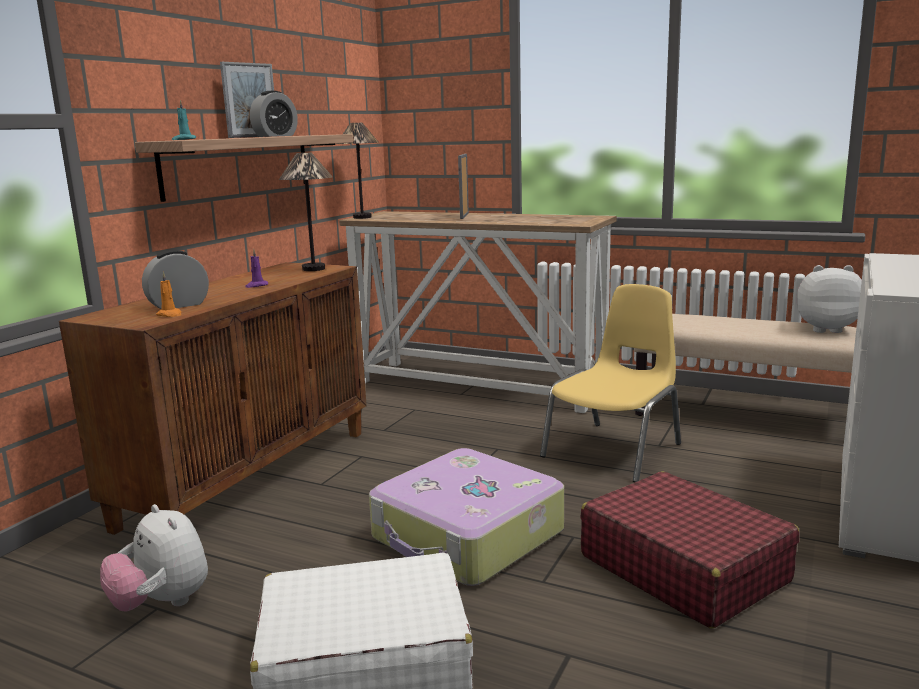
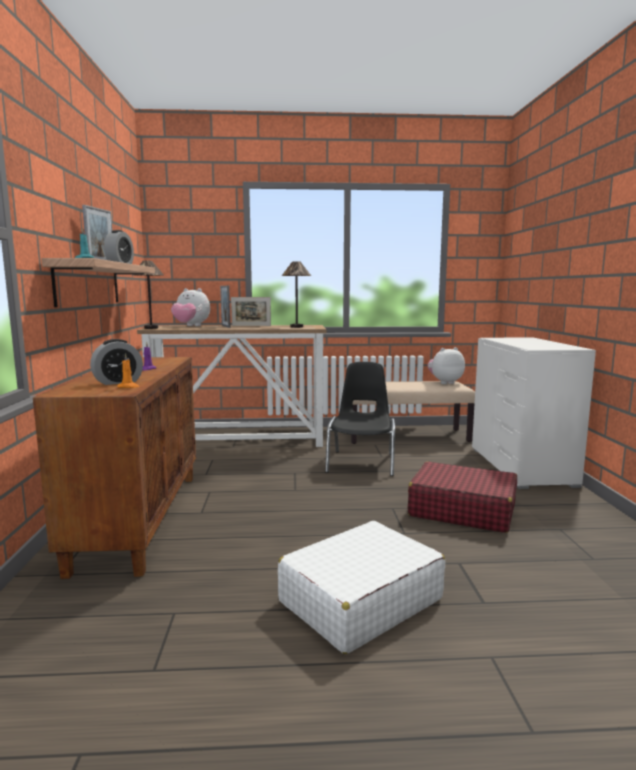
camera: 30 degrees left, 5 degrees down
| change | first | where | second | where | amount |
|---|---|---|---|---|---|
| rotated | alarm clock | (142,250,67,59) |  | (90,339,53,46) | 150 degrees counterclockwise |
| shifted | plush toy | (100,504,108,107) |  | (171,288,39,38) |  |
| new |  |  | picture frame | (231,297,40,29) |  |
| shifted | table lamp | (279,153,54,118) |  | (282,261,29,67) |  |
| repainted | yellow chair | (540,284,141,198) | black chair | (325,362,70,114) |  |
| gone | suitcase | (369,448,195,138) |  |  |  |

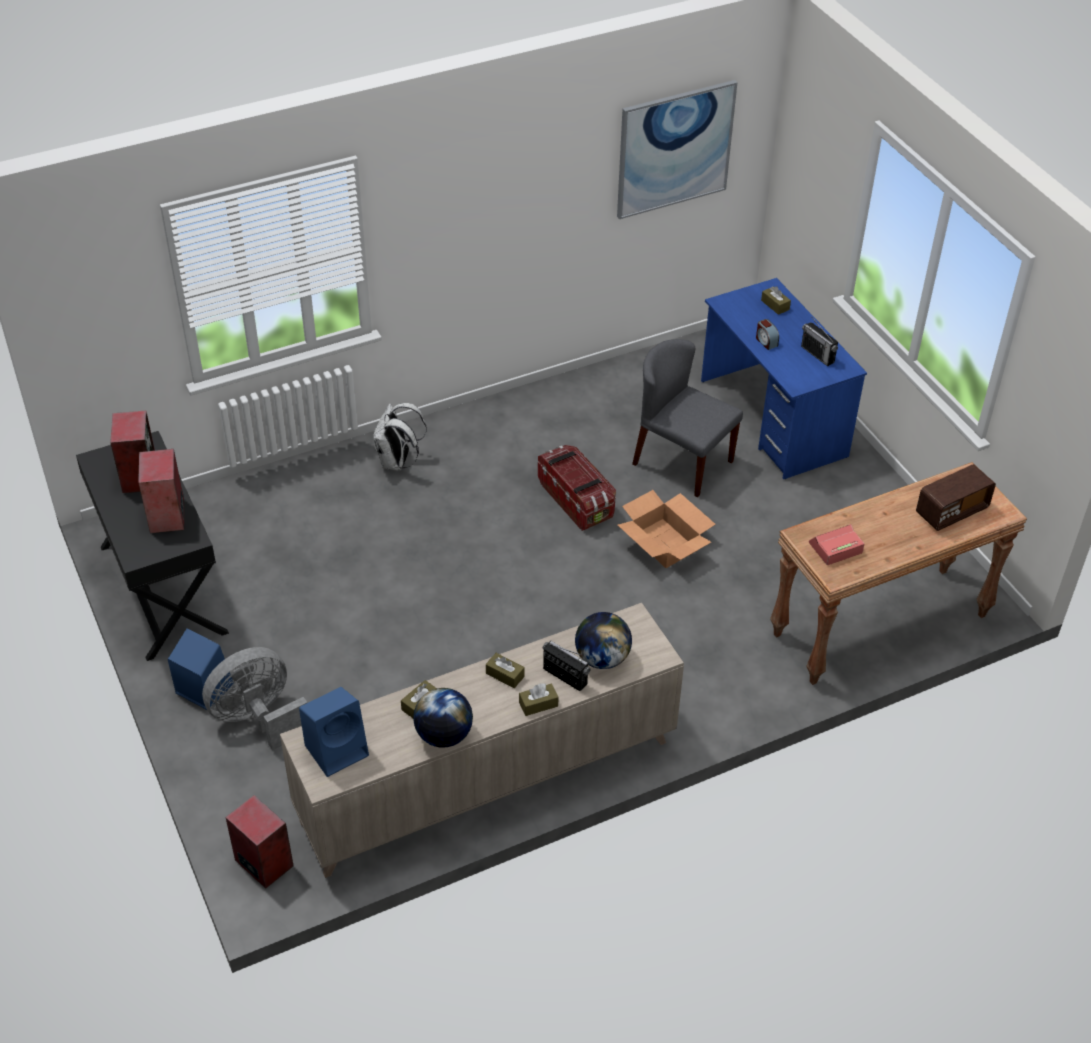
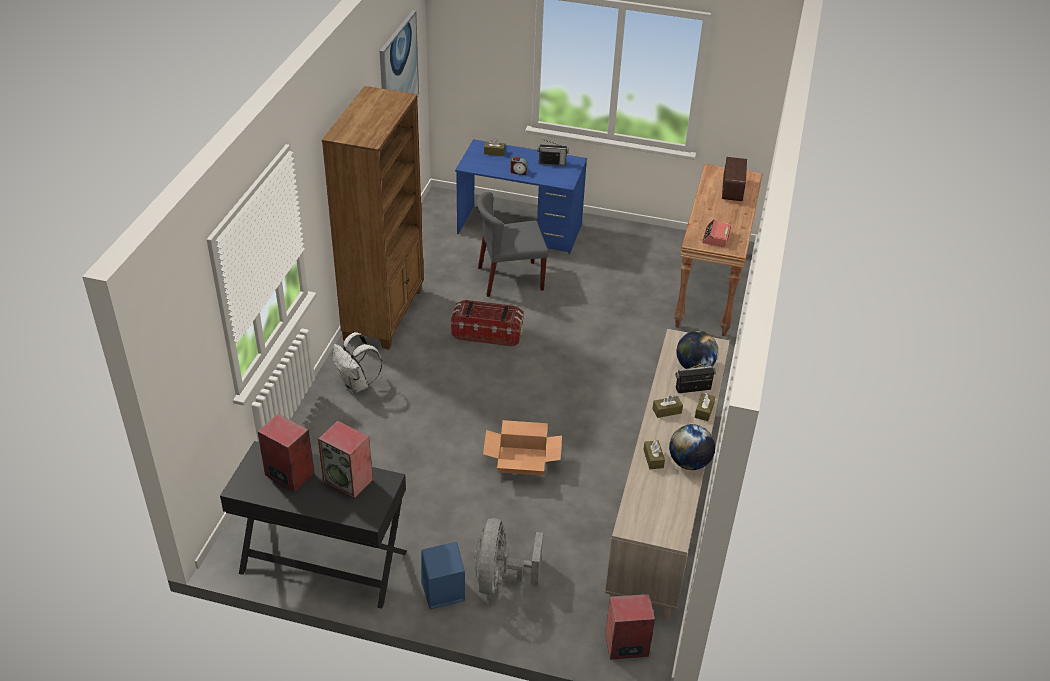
camera: 50 degrees left, 5 degrees down
| change | first | where | second | where | amount |
|---|---|---|---|---|---|
| new |  |  | brown bookcase | (322,86,102,263) |  |
| shifted | cardboard box | (618,490,98,78) |  | (483,420,79,56) |  |
| gone | blue speaker | (299,687,70,90) |  |  |  |

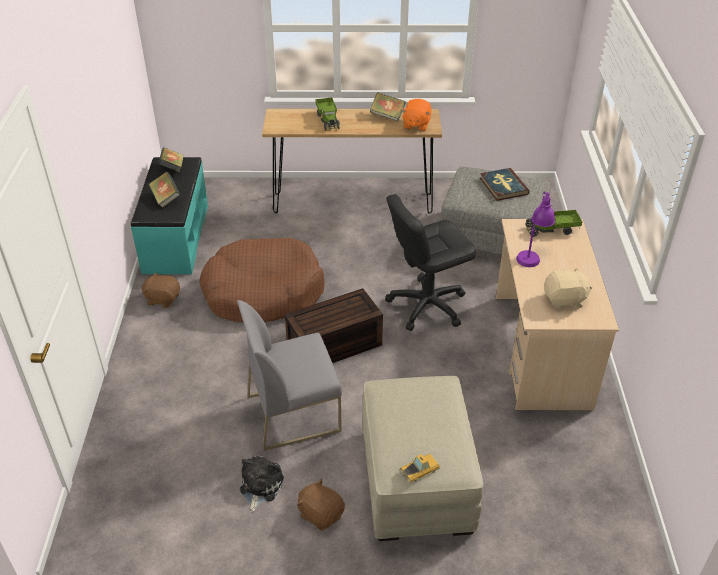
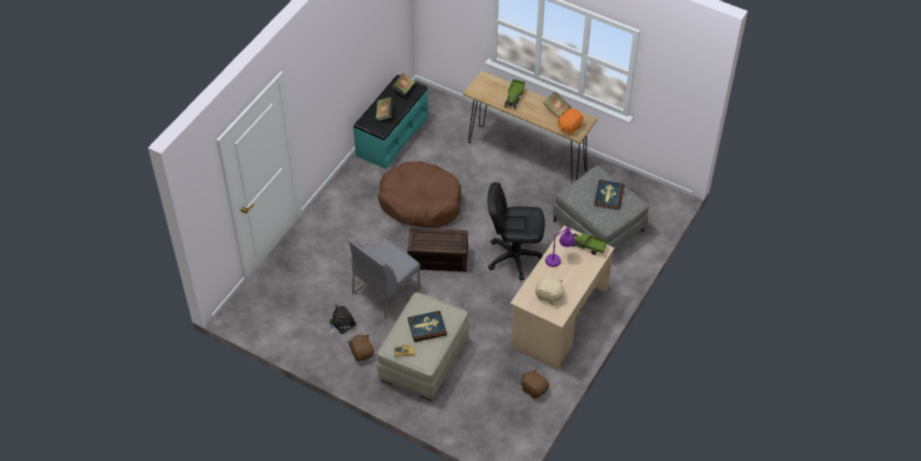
camera: 30 degrees right, 10 degrees up
| change | first | where | second | where | amount |
|---|---|---|---|---|---|
| rotated | grey chair | (237,300,105,151) |  | (348,238,72,81) | 60 degrees counterclockwise |
| new |  |  | book | (408,311,39,31) |  |
| shifted | brown plush toy | (141,272,39,36) |  | (521,368,28,31) |  |

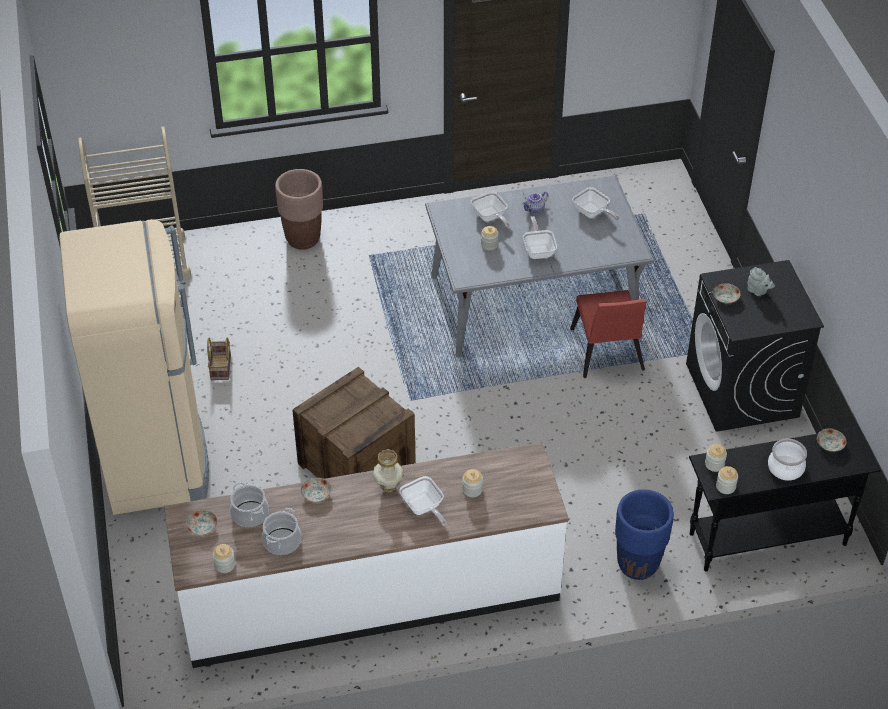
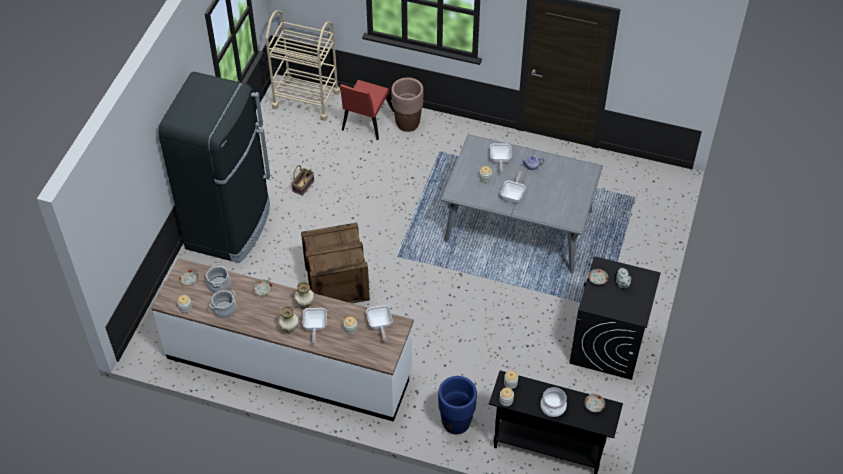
camera: 30 degrees right, 5 degrees up
| change | first | where | second | where | amount |
|---|---|---|---|---|---|
| repainted | beige fridge | (59,219,150,296) | black fridge | (158,72,112,191) |  |
| new |  |  | vase | (278,306,21,28) |  |
| shifted | red chair | (570,290,76,88) |  | (340,80,54,60) |  |
| shifted | frying pan | (572,187,47,33) |  | (366,305,27,36) |  |

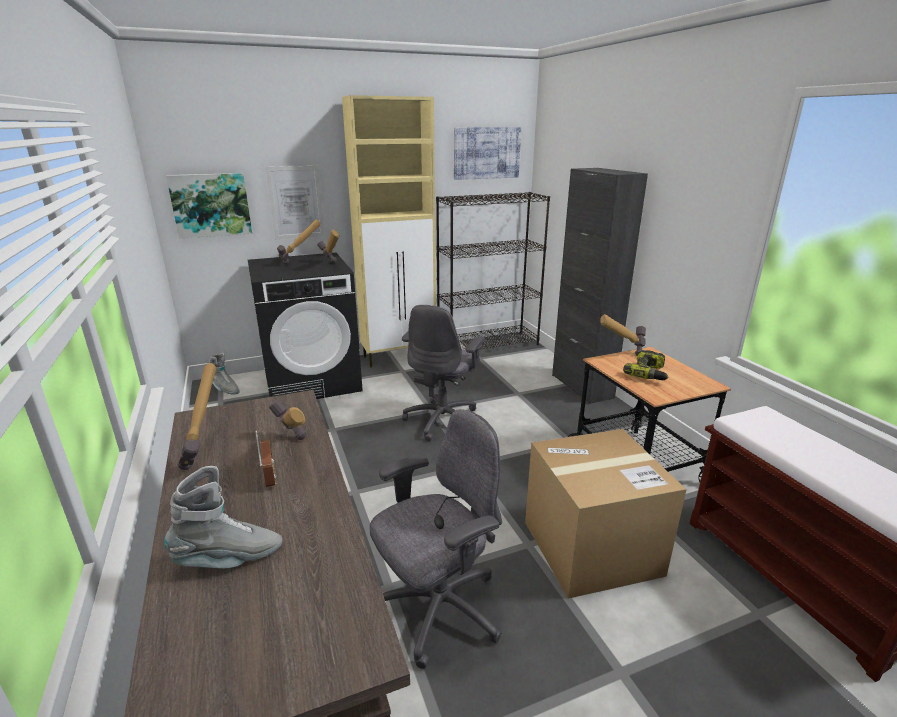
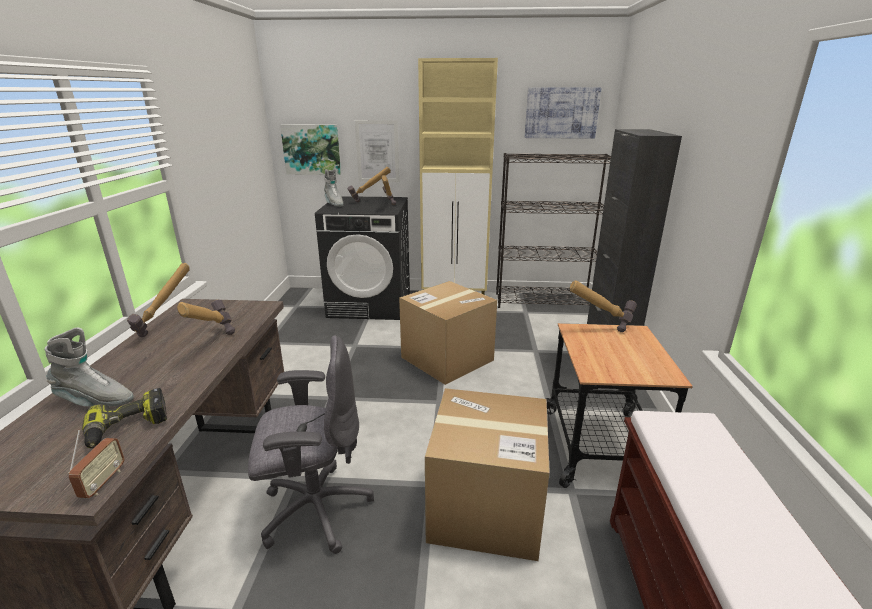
camera: 25 degrees right, 0 degrees up
| change | first | where | second | where | amount |
|---|---|---|---|---|---|
| shifted | radio | (255,430,21,57) |  | (68,430,56,68) |  |
| shifted | power drill | (623,350,46,30) |  | (82,388,85,60) |  |
| shifted | grey boot | (209,353,31,41) |  | (324,168,20,39) |  |
| swapped | grey office chair | (402,305,83,136) | cardboard box | (399,281,98,104) |  |

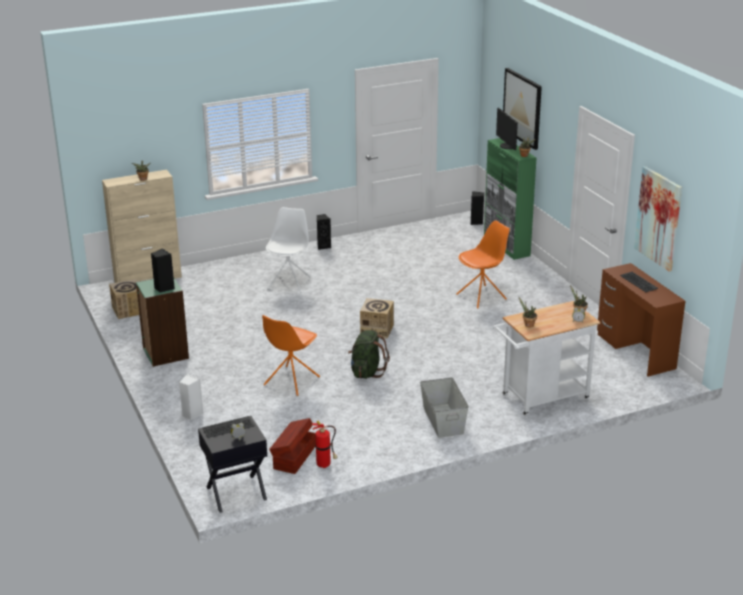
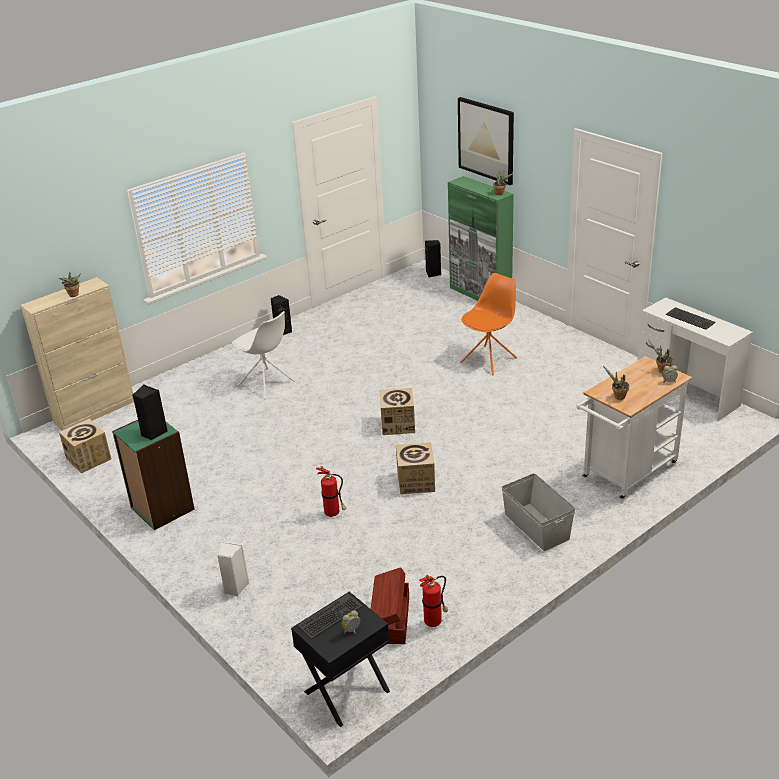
camera: 15 degrees left, 5 degrees up
| change | first | where | second | where | amount |
|---|---|---|---|---|---|
| rotated | white chair | (266,207,45,86) |  | (232,311,63,88) | 135 degrees clockwise |
| swapped | orange chair | (262,315,58,81) | fire extinguisher | (316,466,31,51) |  |
| swapped | green backpack | (348,330,42,49) | cardboard box | (396,442,39,52) |  |
| repainted | brown desk | (597,263,88,113) | white desk | (637,297,116,124) |  |
| gone | monitor | (496,108,22,42) |  |  |  |
| gone | picture | (634,166,48,106) |  |  |  |

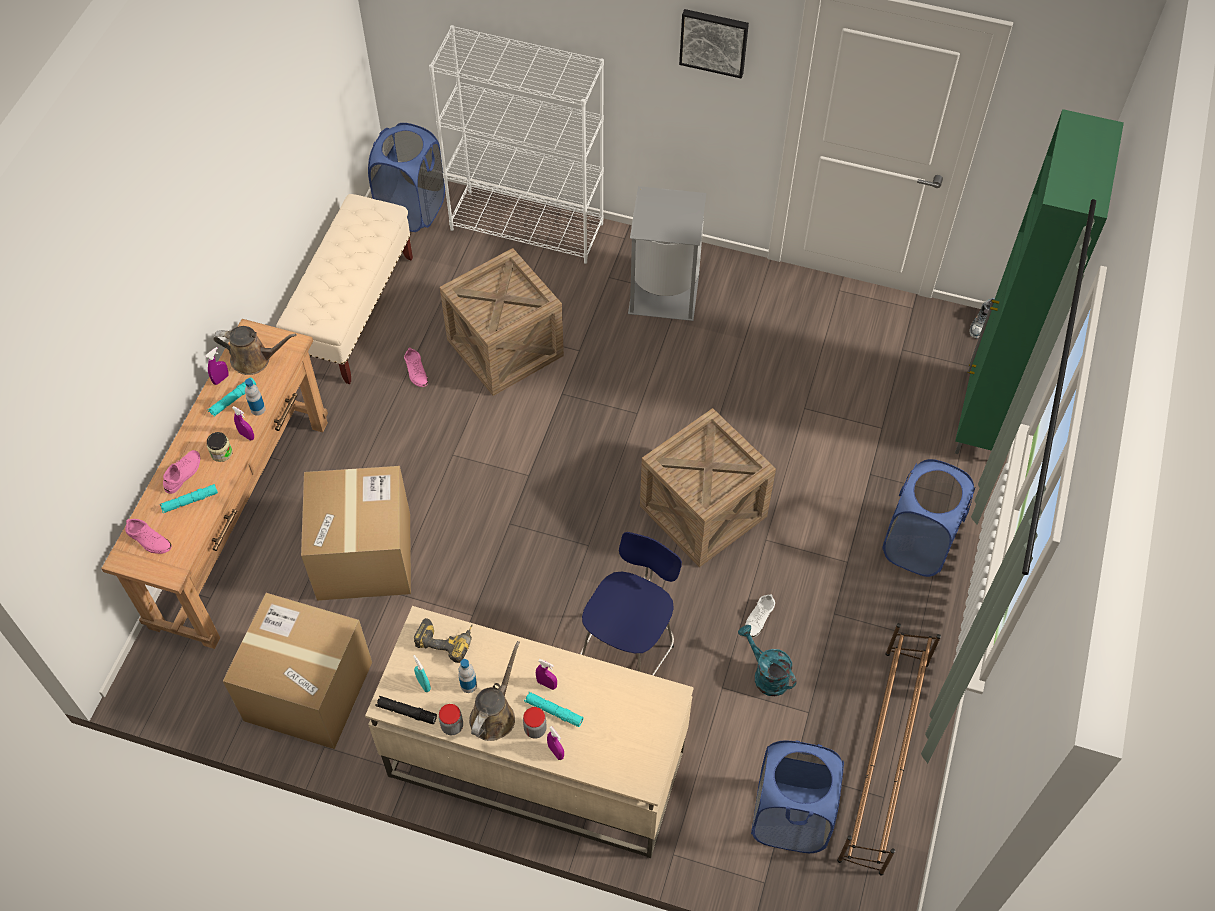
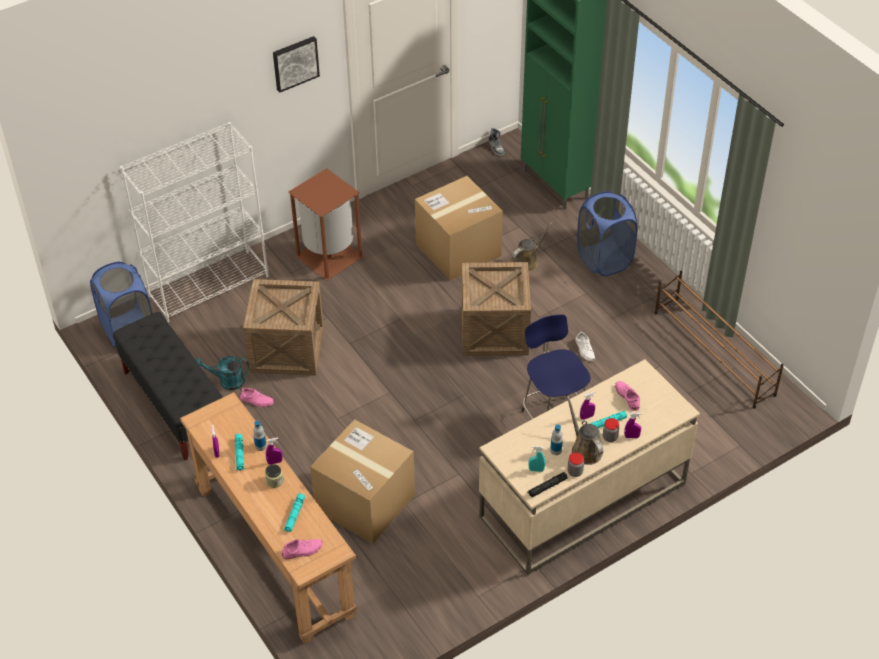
camera: 50 degrees left, 10 degrees down
| change | first | where | second | where | amount |
|---|---|---|---|---|---|
| repainted | beige bench | (276,194,137,190) | black bench | (113,312,110,148) |  |
| shifted | turquoise watering can | (738,625,59,71) |  | (196,356,53,34) |  |
| repainted | grey trash can | (628,186,78,135) | brown trash can | (288,168,76,112) |  |
| shifted | cardboard box | (223,593,149,156) |  | (415,176,88,105) |  |
| shifted | brown watering can | (213,326,84,49) |  | (512,222,41,49) |  |
| shifted | pink shoe | (163,450,37,44) |  | (615,381,25,30) |  |
| gone | power drill | (414,618,58,45) |  |  |  |
| gone | blue laundry basket | (751,740,93,113) |  |  |  |

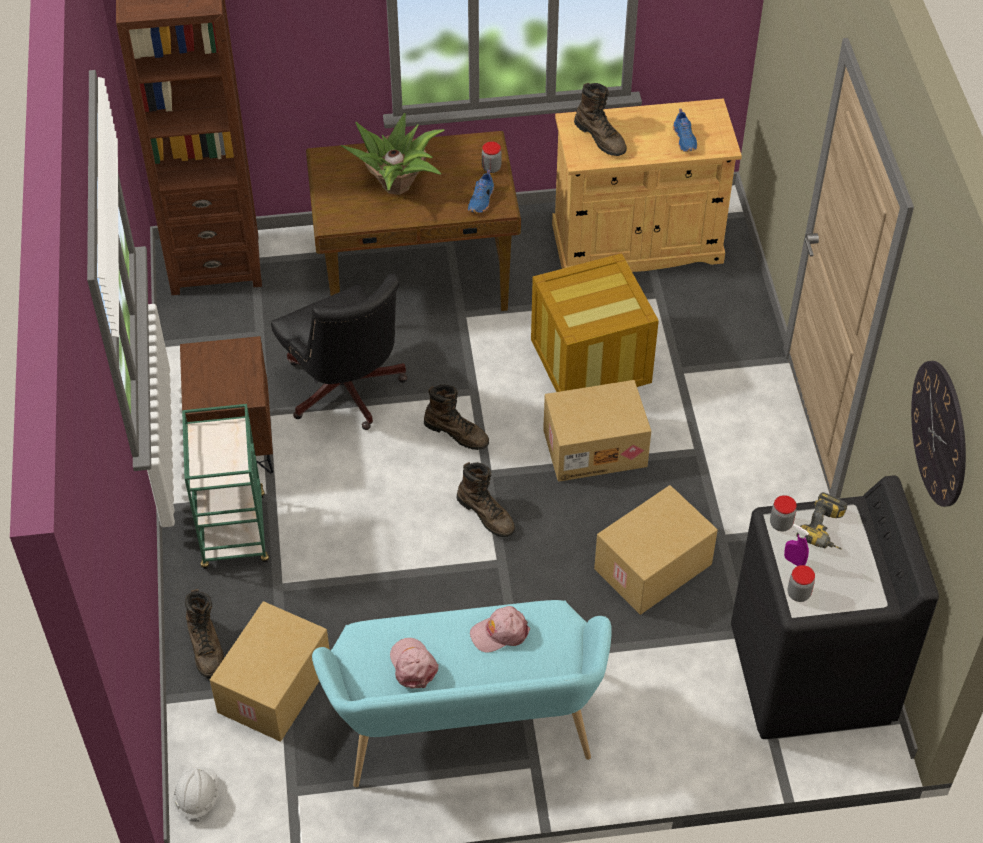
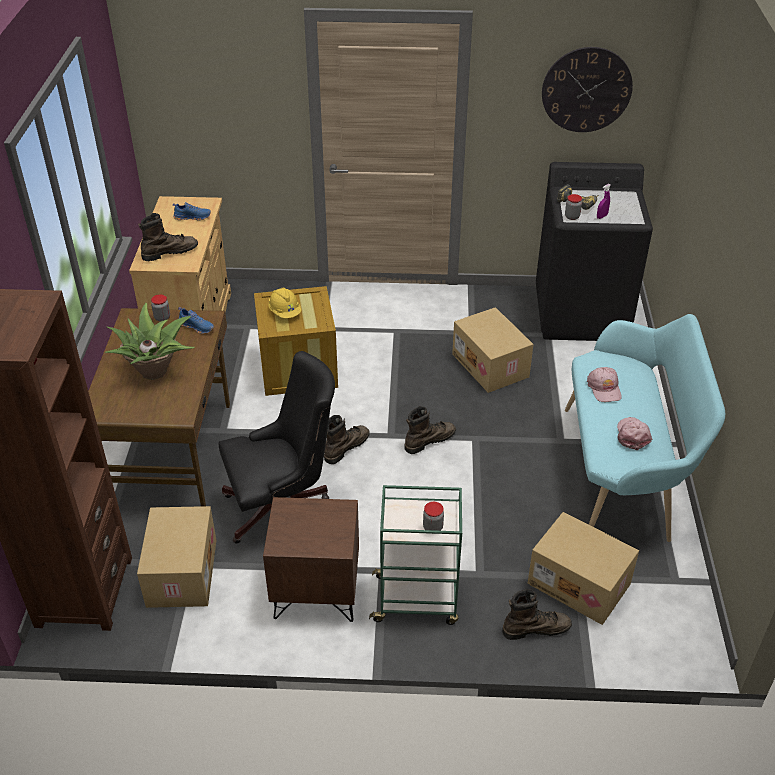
camera: 80 degrees left, 10 degrees down
| change | first | where | second | where | amount |
|---|---|---|---|---|---|
| shifted | cardboard box | (543,380,108,102) |  | (137,506,79,102) |  |
| new |  |  | yellow hard hat | (268,288,33,30) |  |
| shifted | jar | (787,565,28,37) |  | (423,502,21,29) |  |
| rotated | pink cap | (390,638,49,51) |  | (617,417,35,33) | 105 degrees clockwise |
| gone | white hard hat | (174,767,44,55) |  |  |  |

